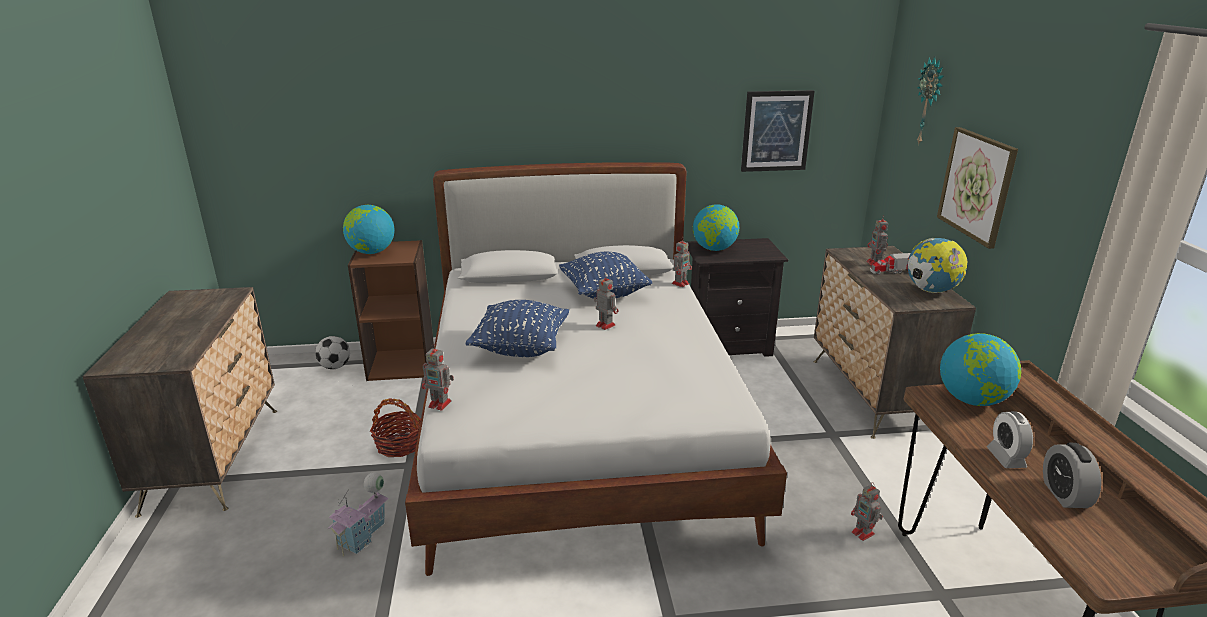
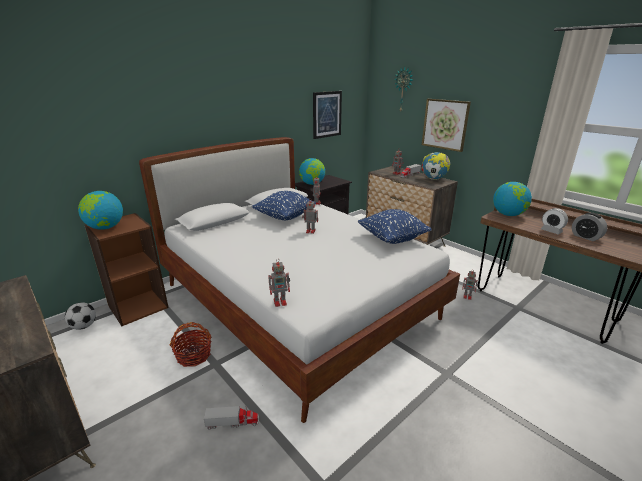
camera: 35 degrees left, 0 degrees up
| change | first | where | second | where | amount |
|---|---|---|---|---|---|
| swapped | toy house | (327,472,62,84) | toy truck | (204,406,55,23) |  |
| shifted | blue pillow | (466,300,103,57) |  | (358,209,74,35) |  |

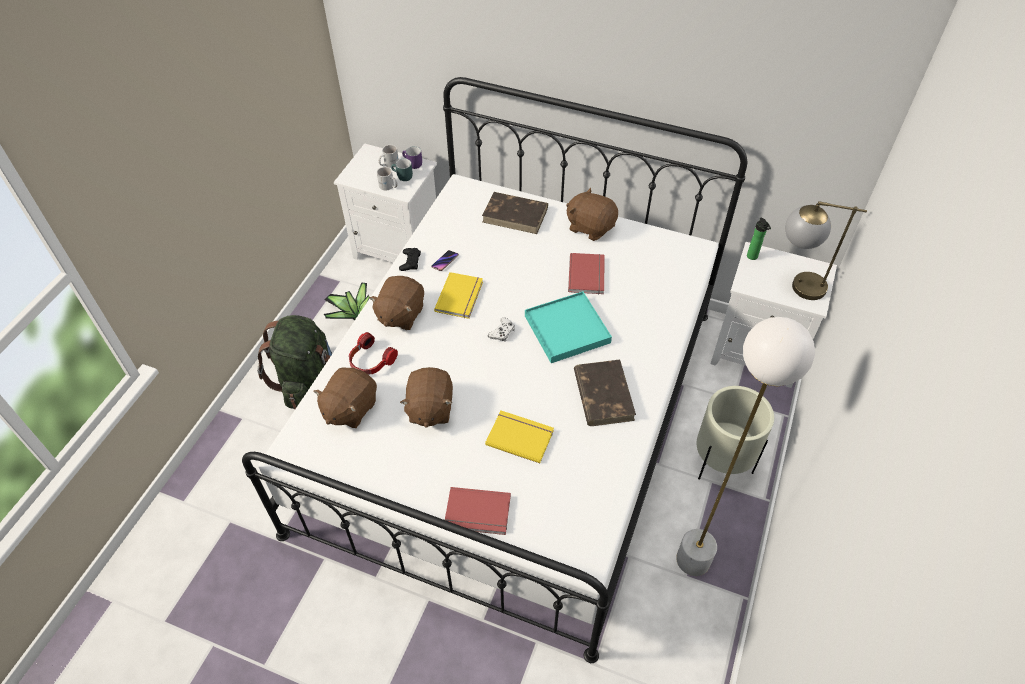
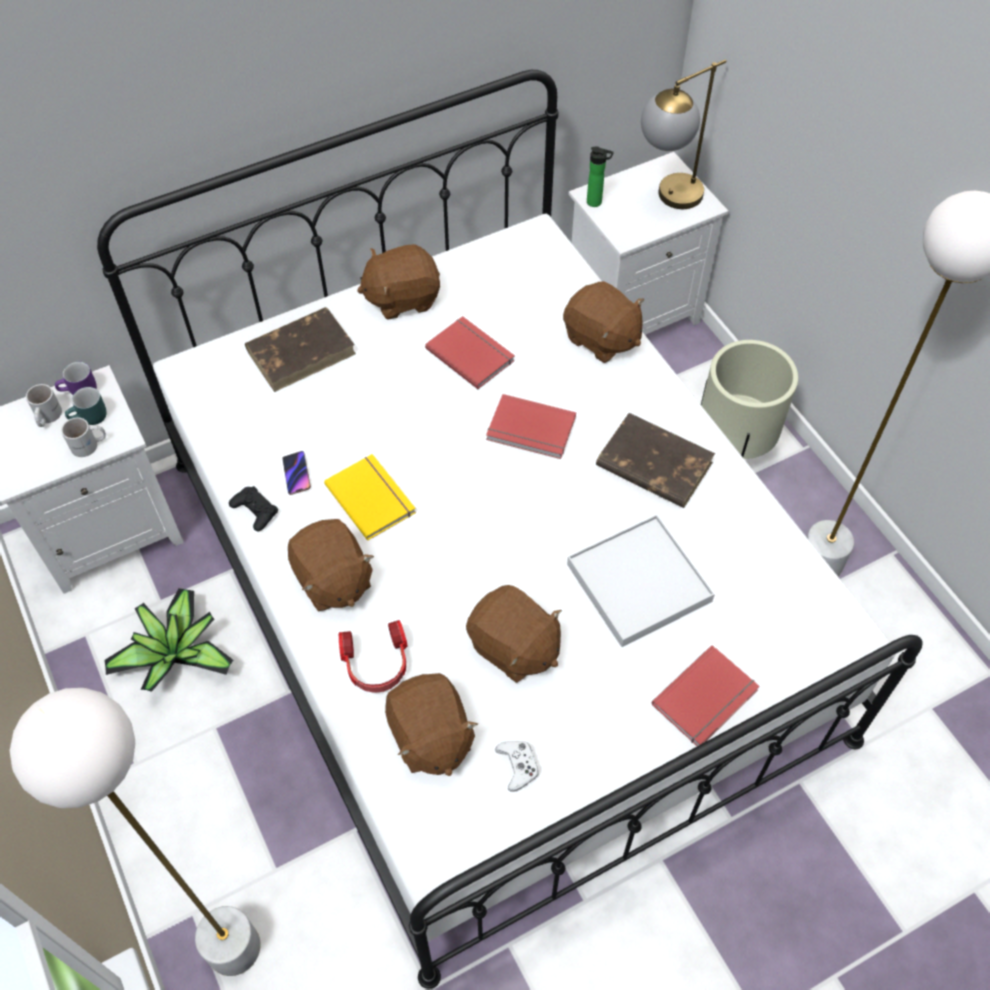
camera: 50 degrees left, 5 degrees up
| change | first | where | second | where | amount |
|---|---|---|---|---|---|
| new |  |  | white floor lamp | (10,688,250,288) |  |
| swapped | turquoise tray | (525,291,87,72) | red book | (486,394,90,65) |  |
| shifted | white game controller | (488,318,27,24) |  | (495,741,44,51) |  |
| new |  |  | brown plush toy | (563,281,81,82) |  |
| swapped | yellow book | (485,411,69,52) | white tray | (567,514,148,133) |  |
| gone | green backpack | (257,315,75,94) |  |  |  |

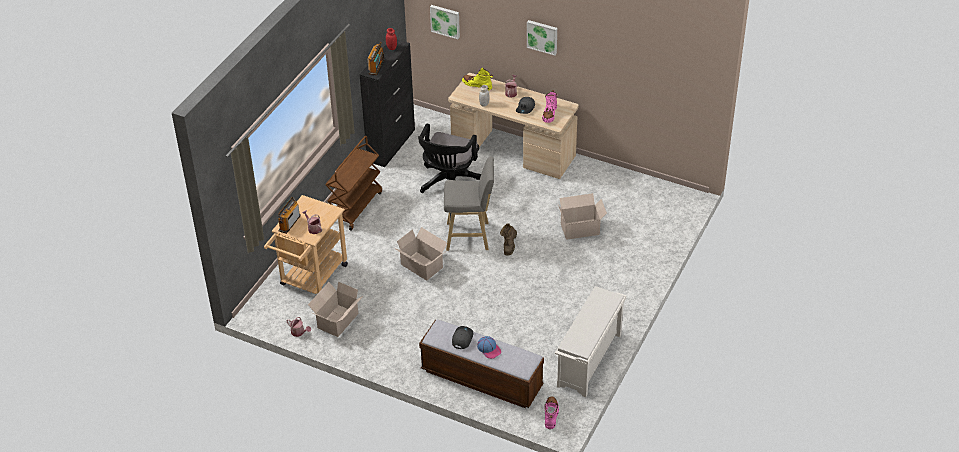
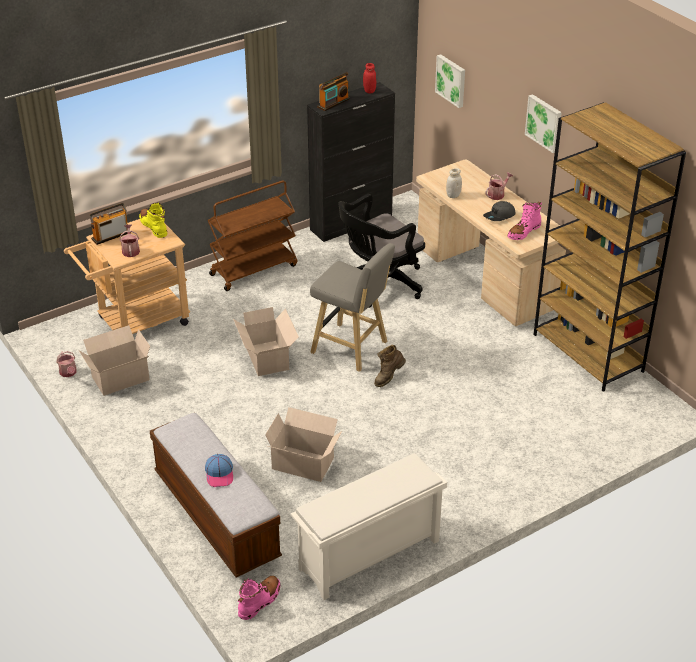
camera: 30 degrees right, 5 degrees down
| change | first | where | second | where | amount |
|---|---|---|---|---|---|
| shifted | yellow boot | (462,67,31,24) |  | (139,203,28,35) |  |
| shifted | cardboard box | (558,193,49,47) |  | (265,407,77,75) |  |
| new |  |  | brown bookcase | (534,102,152,290) |  |
| gone | grey cap | (452,326,21,23) |  |  |  |

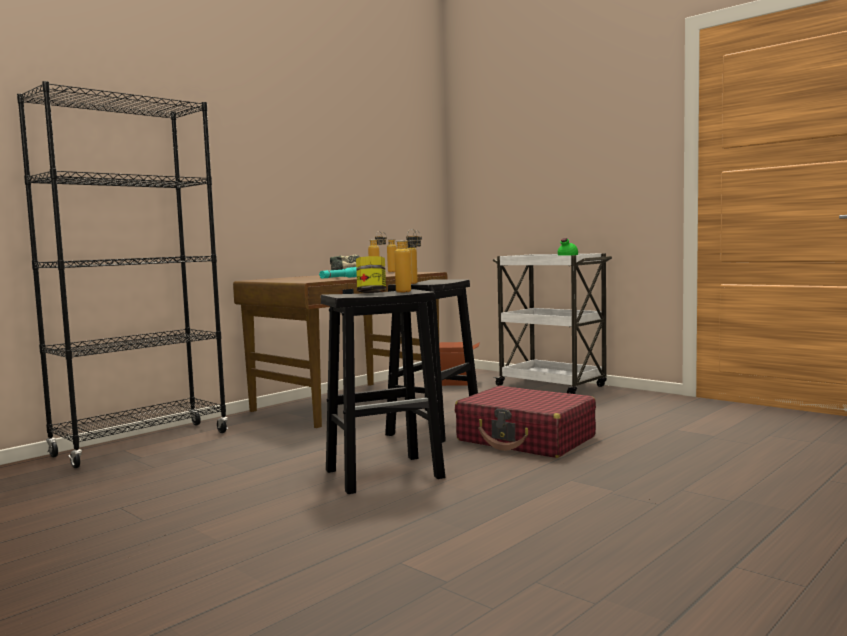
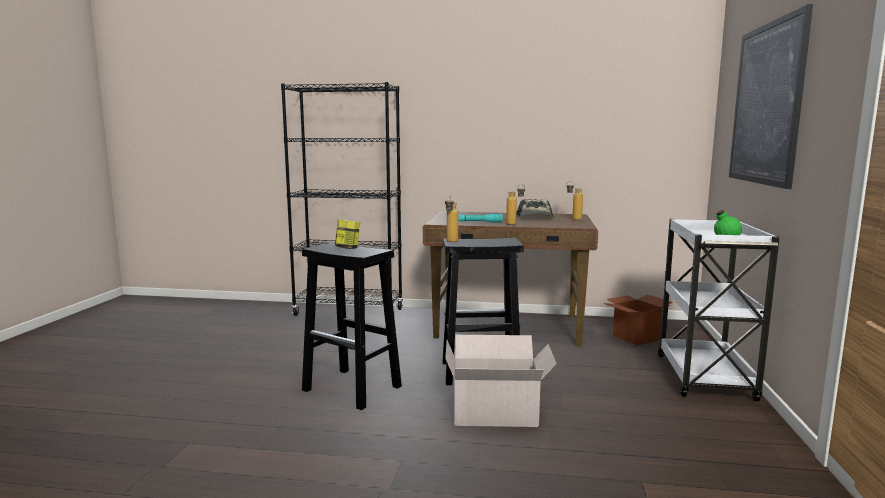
camera: 55 degrees right, 5 degrees up
| change | first | where | second | where | amount |
|---|---|---|---|---|---|
| swapped | red suitcase | (455,386,141,72) | cardboard box | (445,335,112,92) |  |
| new |  |  | picture | (729,4,84,185) |  |
| gone | bottle | (394,229,24,64) |  |  |  |

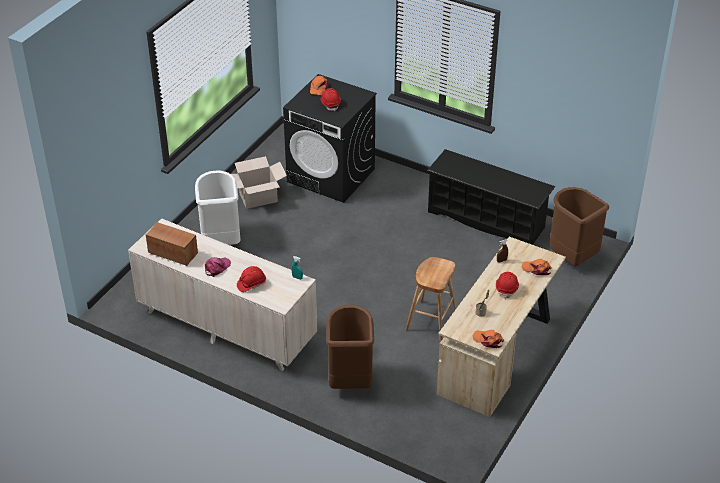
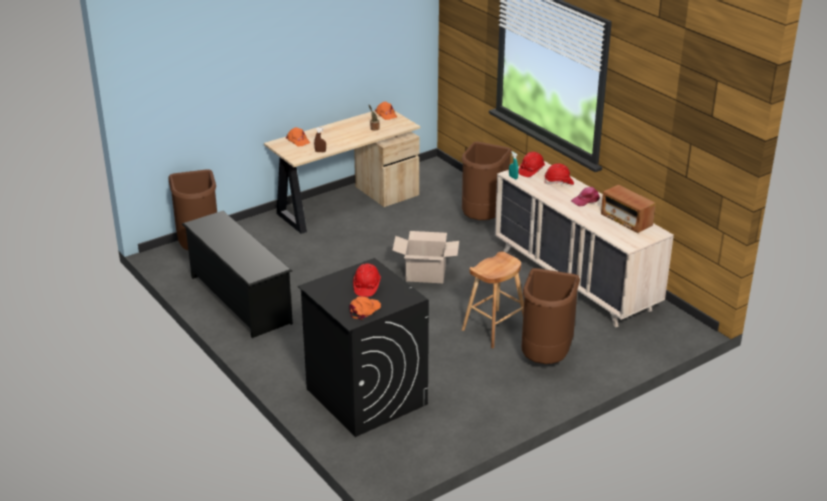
camera: 155 degrees left, 10 degrees down
| change | first | where | second | where | amount |
|---|---|---|---|---|---|
| shifted | cardboard box | (231,156,56,53) |  | (392,231,67,52) |  |
| shifted | brown stool | (405,257,51,84) |  | (462,251,62,97) |  |
| shifted | red hard hat | (496,272,23,27) |  | (518,152,27,25) |  |
| repainted | white trash can | (195,170,45,75) | brown trash can | (522,268,58,96) |  |

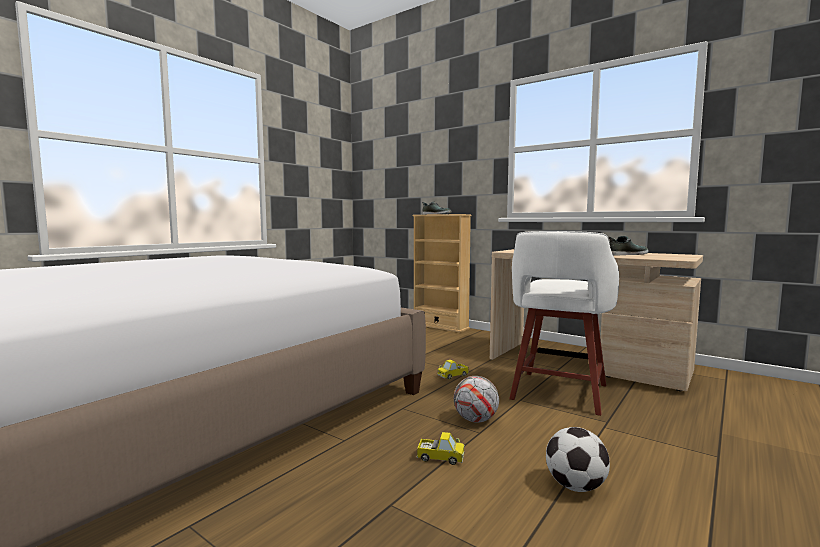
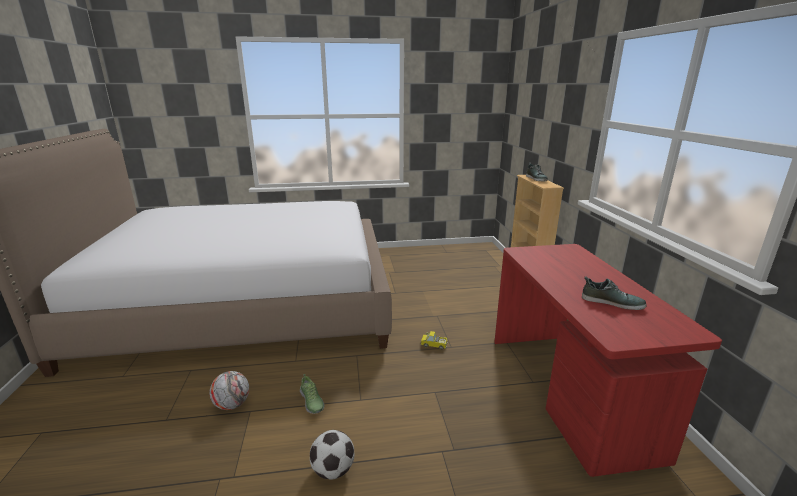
camera: 45 degrees right, 15 degrees up
| change | first | where | second | where | amount |
|---|---|---|---|---|---|
| shifted | football | (454,376,45,47) |  | (209,371,40,39) |  |
| swapped | toy truck | (417,432,47,33) | shoe | (300,374,25,40) |  |
| repainted | beige desk | (490,249,213,142) | red desk | (494,244,228,233) |  |
| gone | white stool | (509,231,110,185) |  |  |  |

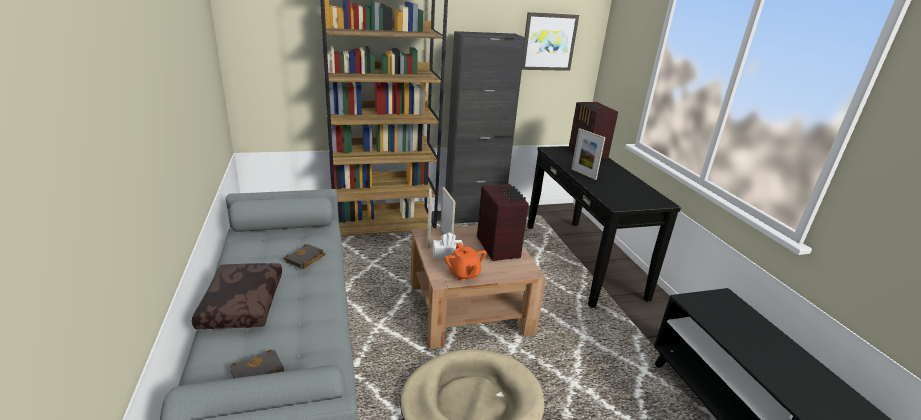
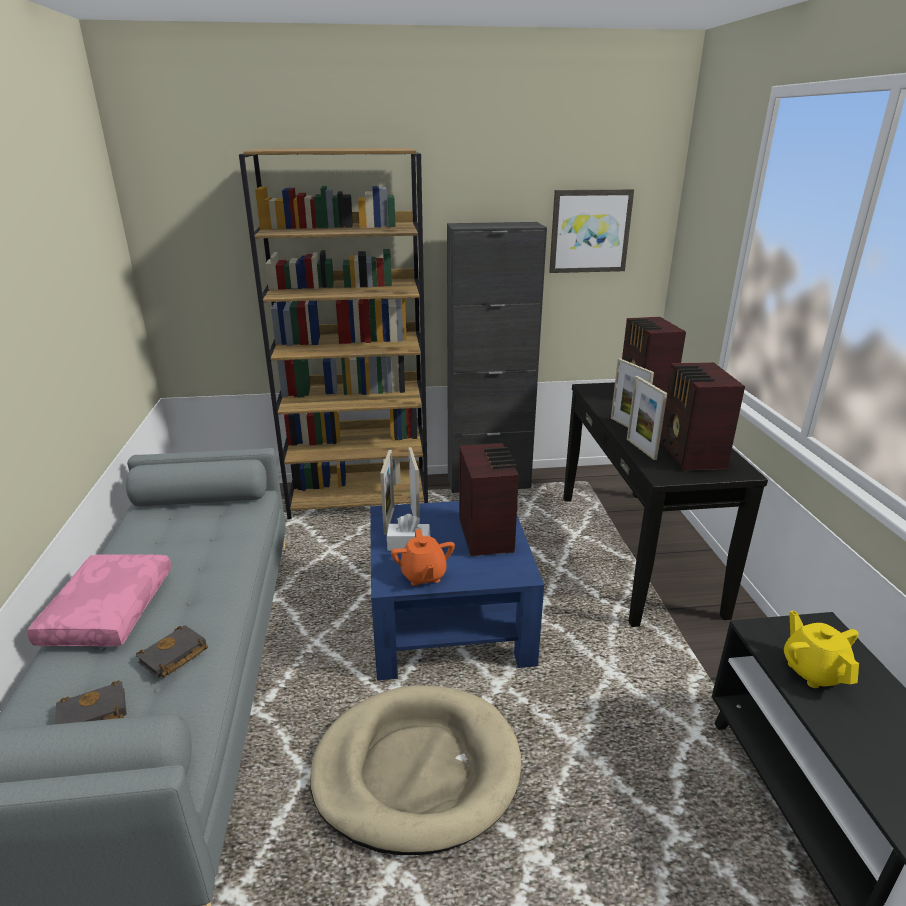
camera: 10 degrees right, 0 degrees up
| change | first | where | second | where | amount |
|---|---|---|---|---|---|
| repainted | brown pillow | (192,263,90,66) | pink pillow | (27,554,144,92) |  |
| shifted | black book | (284,244,41,25) |  | (136,625,72,53) |  |
| repainted | brown coffee table | (411,225,135,124) | blue coffee table | (370,501,174,180) |  |
| new |  |  | picture frame | (627,376,40,84) |  |
| new |  |  | radio | (660,362,85,109) |  |
| new |  |  | yellow teapot | (784,610,75,78) |  |

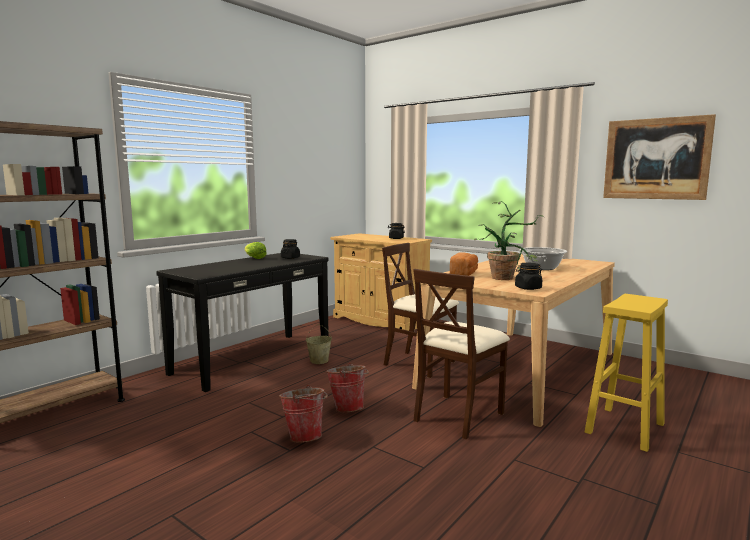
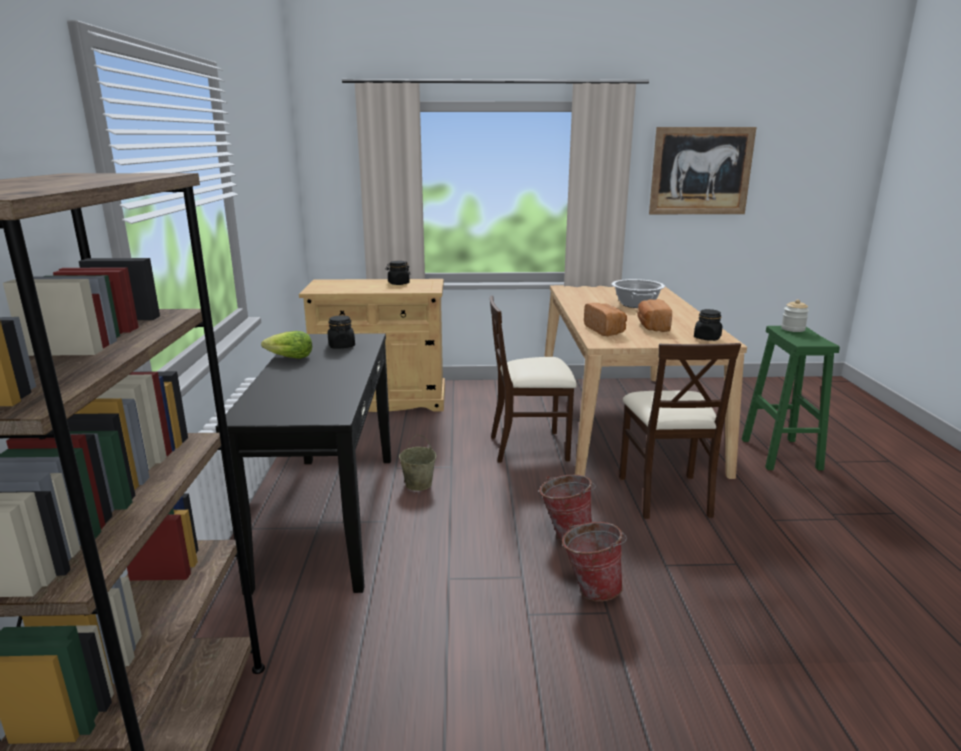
camera: 40 degrees left, 10 degrees up
| change | first | where | second | where | amount |
|---|---|---|---|---|---|
| swapped | potted plant | (474,201,70,79) | bread | (637,299,35,33) |  |
| repainted | yellow stool | (585,294,83,158) | green stool | (742,326,98,144) |  |
| new |  |  | jar | (781,299,28,33) |  |

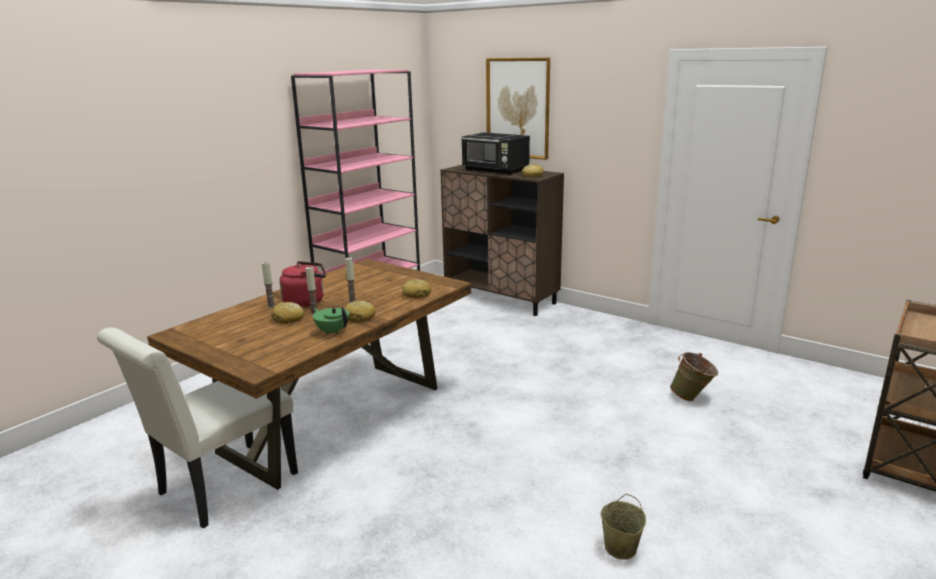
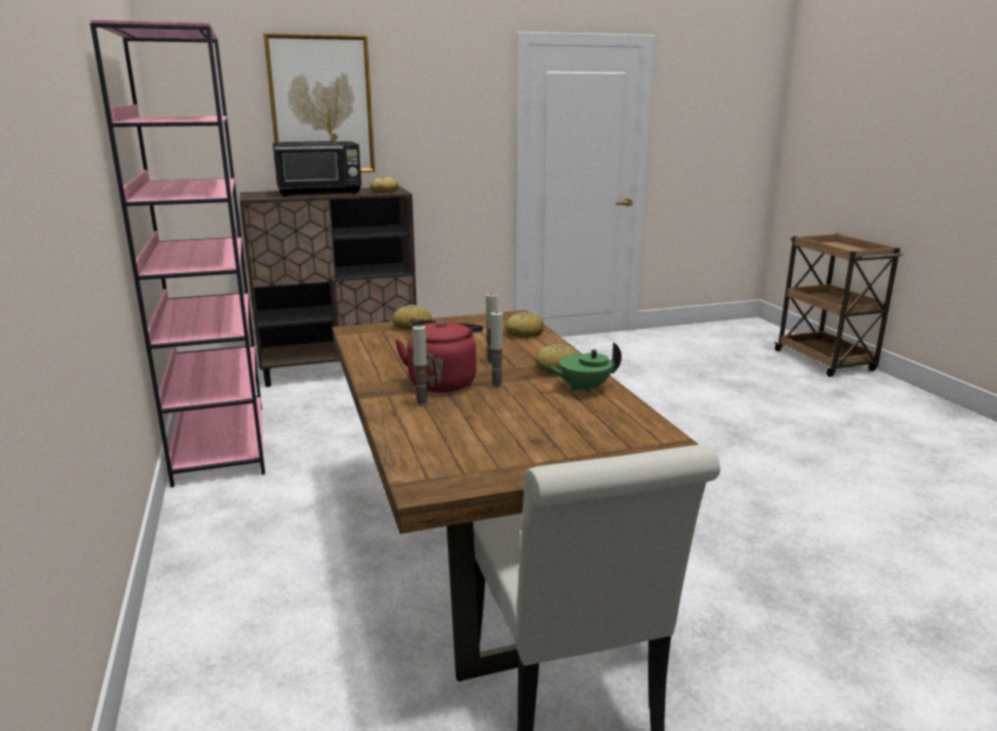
camera: 55 degrees left, 0 degrees up
| change | first | where | second | where | amount |
|---|---|---|---|---|---|
| shifted | bread | (271,302,33,22) |  | (393,305,39,25) |  |
| gone | beige bucket | (601,494,45,65) |  |  |  |
| gone | green bucket | (670,352,48,49) |  |  |  |

